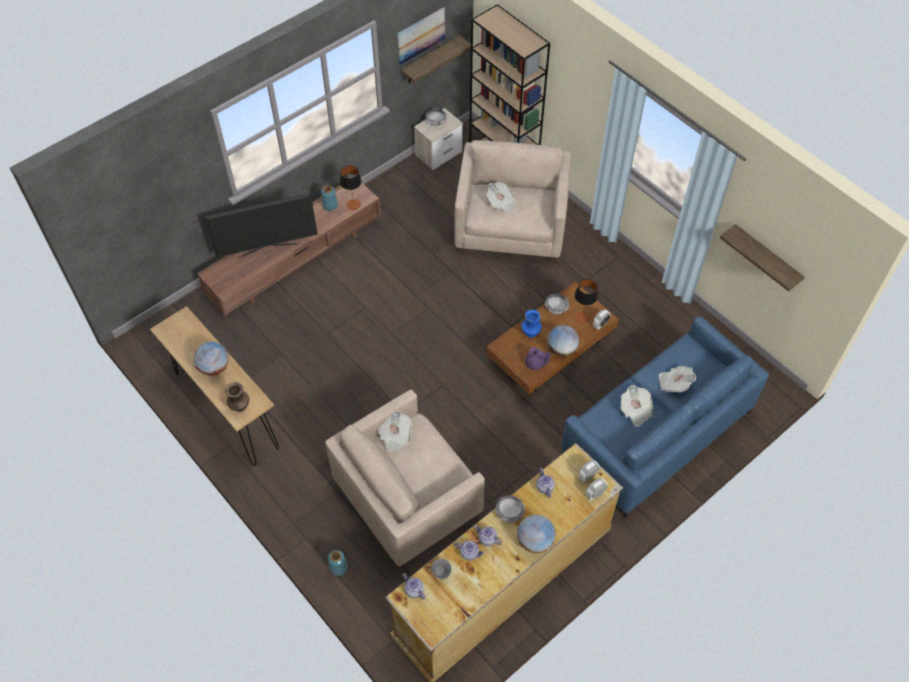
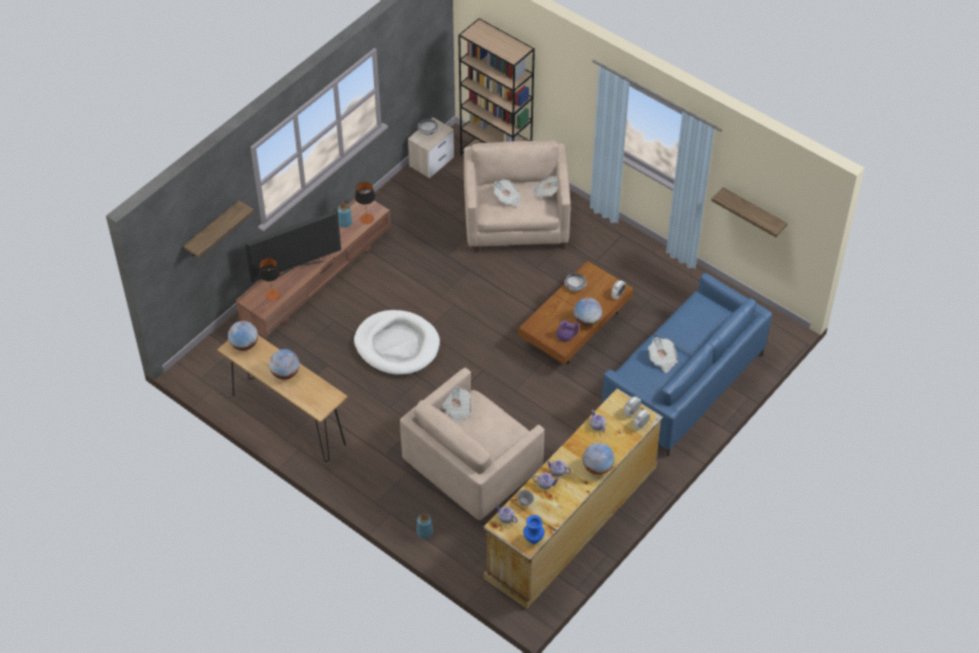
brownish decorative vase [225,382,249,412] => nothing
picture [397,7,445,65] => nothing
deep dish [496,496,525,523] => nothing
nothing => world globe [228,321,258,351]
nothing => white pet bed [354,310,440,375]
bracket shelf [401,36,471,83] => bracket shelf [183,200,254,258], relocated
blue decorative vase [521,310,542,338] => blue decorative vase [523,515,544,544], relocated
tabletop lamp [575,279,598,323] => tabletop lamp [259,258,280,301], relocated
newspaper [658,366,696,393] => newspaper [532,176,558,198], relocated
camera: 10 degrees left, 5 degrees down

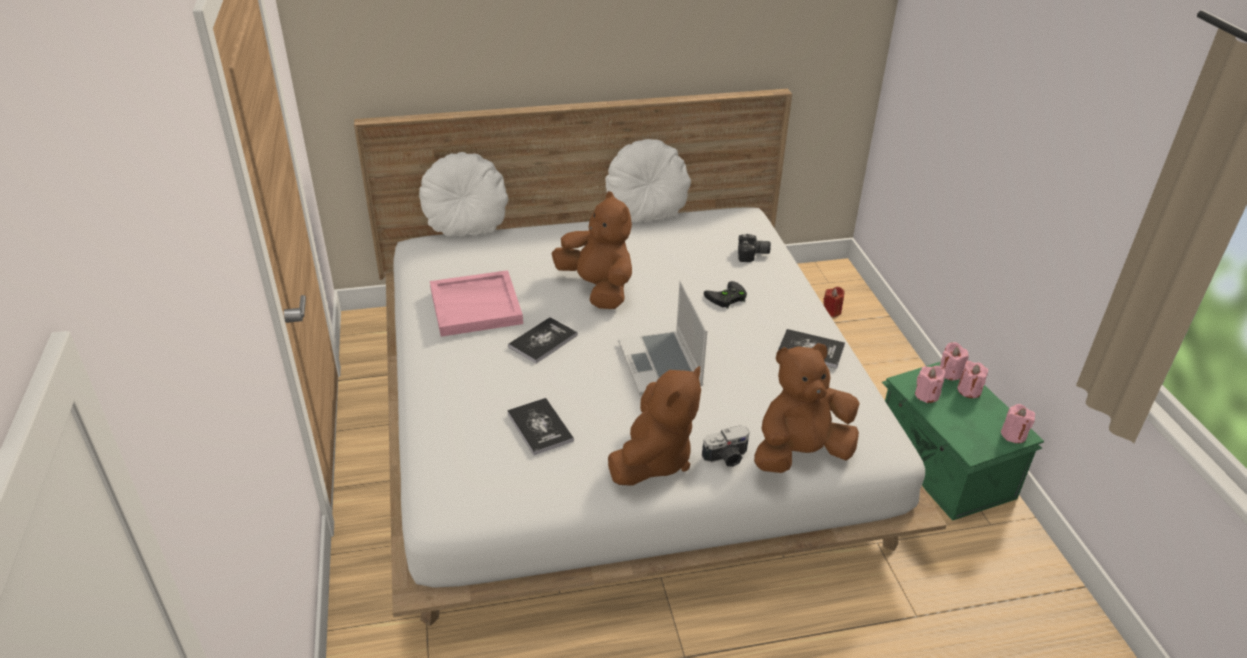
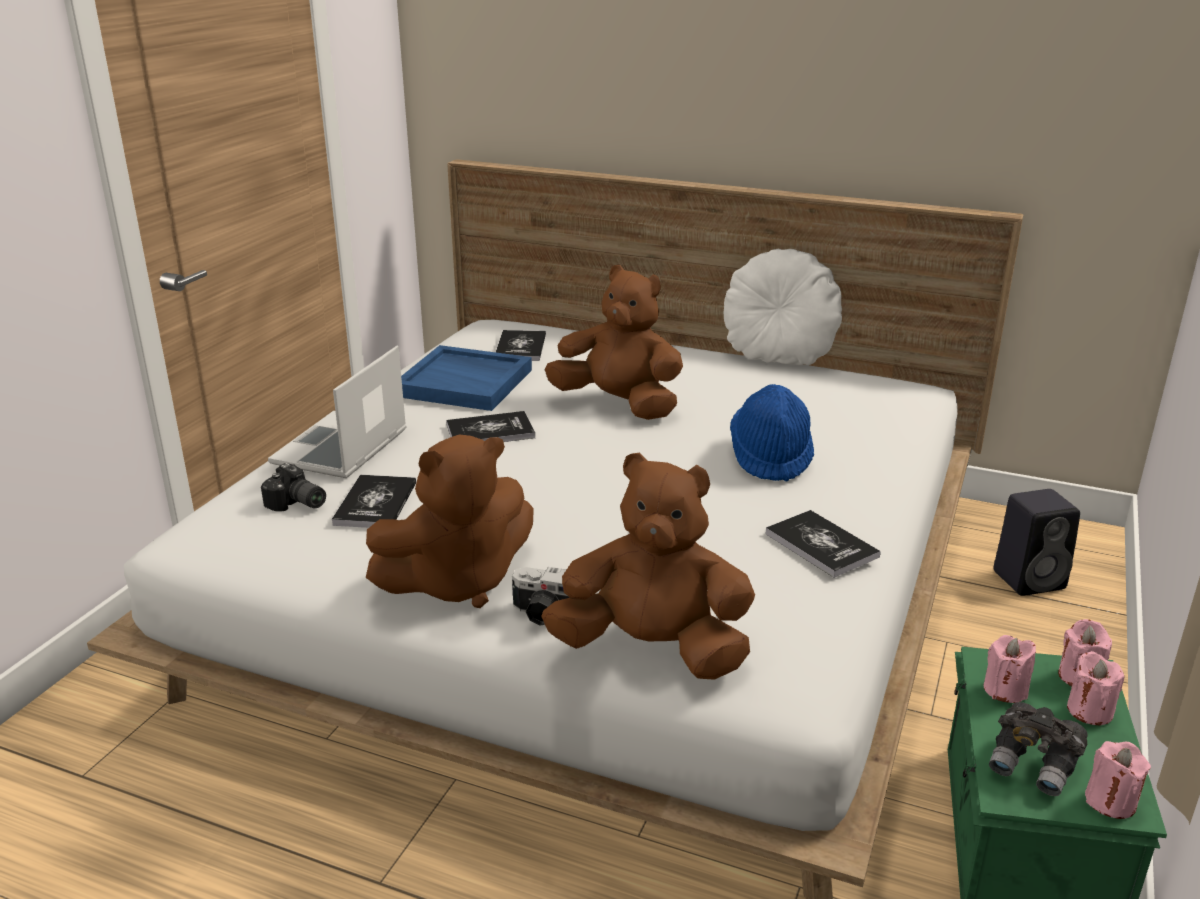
white pillow [419,152,508,237] => nothing
nothing => bound book [496,330,546,361]
nothing => greyish pair of binoculars [989,702,1088,796]
notebook computer [618,280,707,395] => notebook computer [268,346,407,478], relocated
still camera [738,234,771,262] => still camera [261,463,326,512], relocated
black gamepad [704,281,747,308] => blue clothing hat [730,384,814,481]
reddish wax candle [823,287,844,317] => black audio speaker [993,489,1080,596]
pink-coloured serving tray [430,270,523,337] => blue serving tray [401,345,532,411]
brownish plush toy [552,191,632,309] => brownish plush toy [545,265,683,420], 60 degrees counterclockwise
camera: 35 degrees right, 10 degrees down

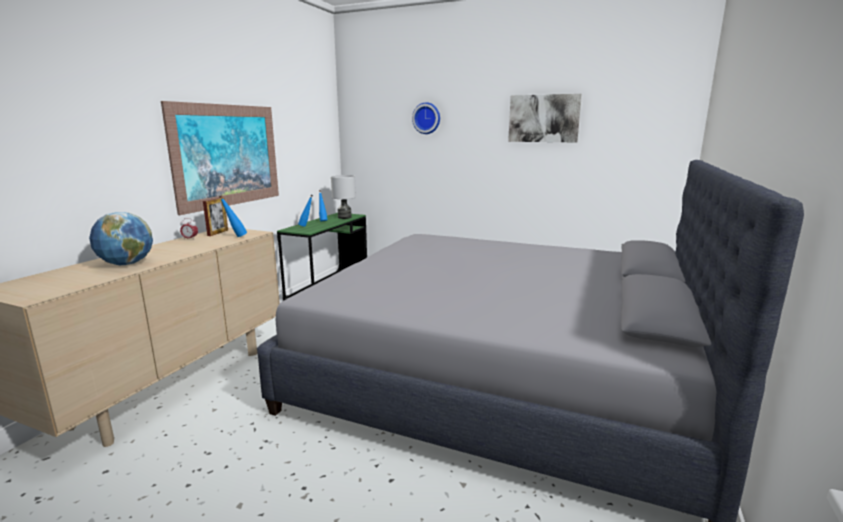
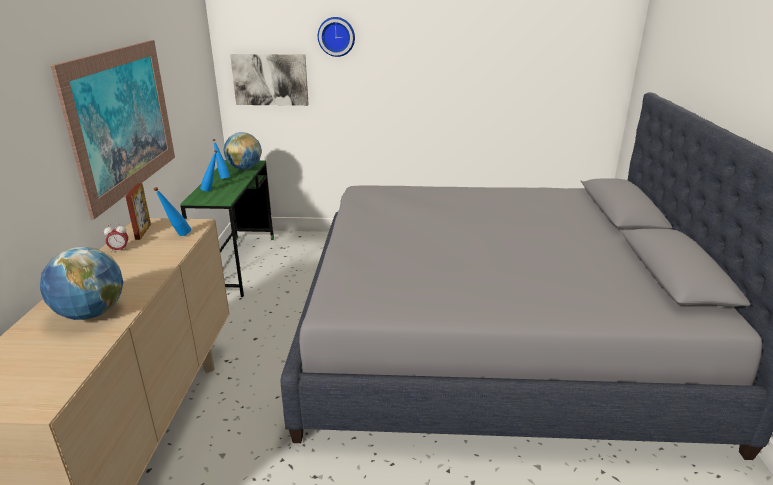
picture [508,94,582,142] => picture [230,54,309,106], relocated
greyish tabletop lamp [331,175,356,219] => world globe [223,132,262,170]
camera: 20 degrees left, 10 degrees up

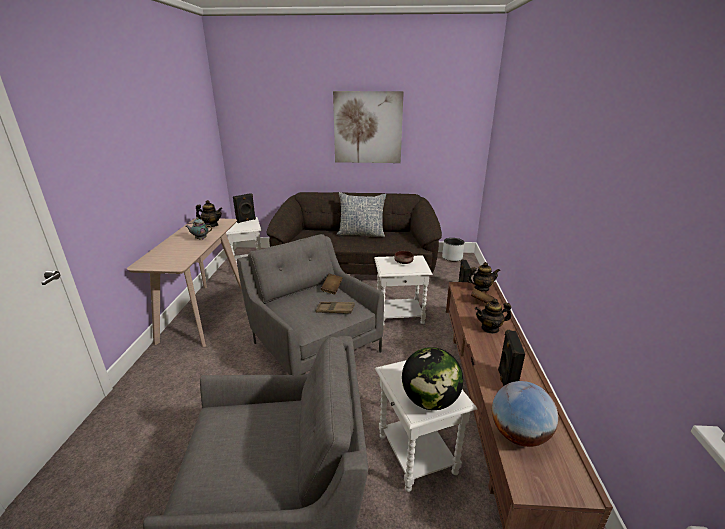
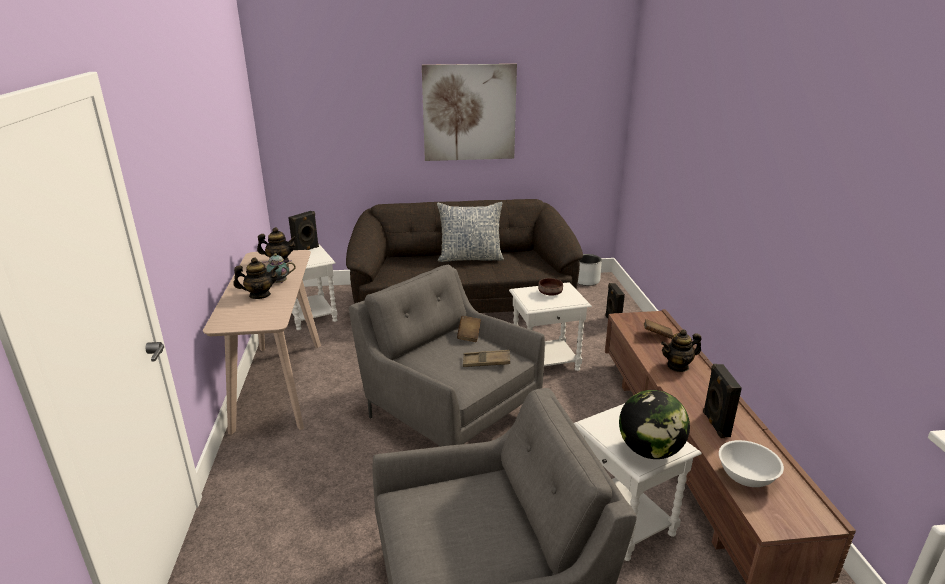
teapot [467,262,500,292] => teapot [233,257,279,299], relocated
world globe [492,381,558,447] => white deep dish [719,440,784,487]
camera: 10 degrees left, 0 degrees up

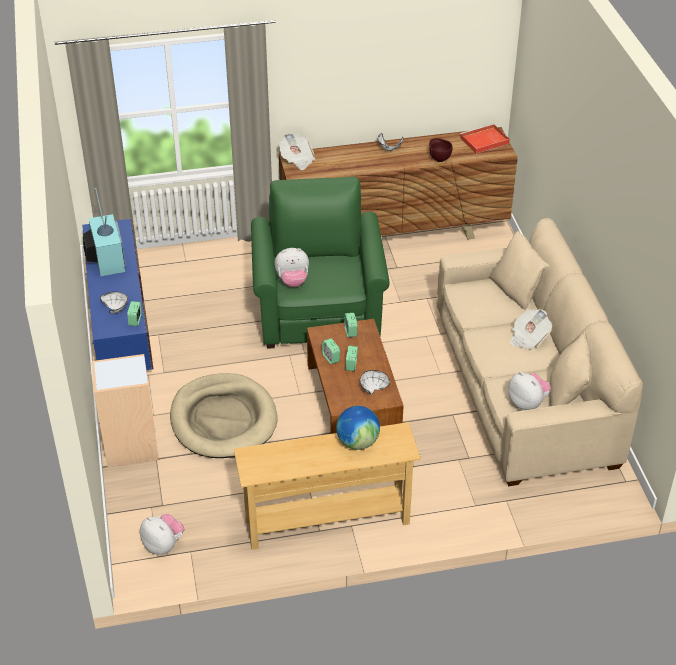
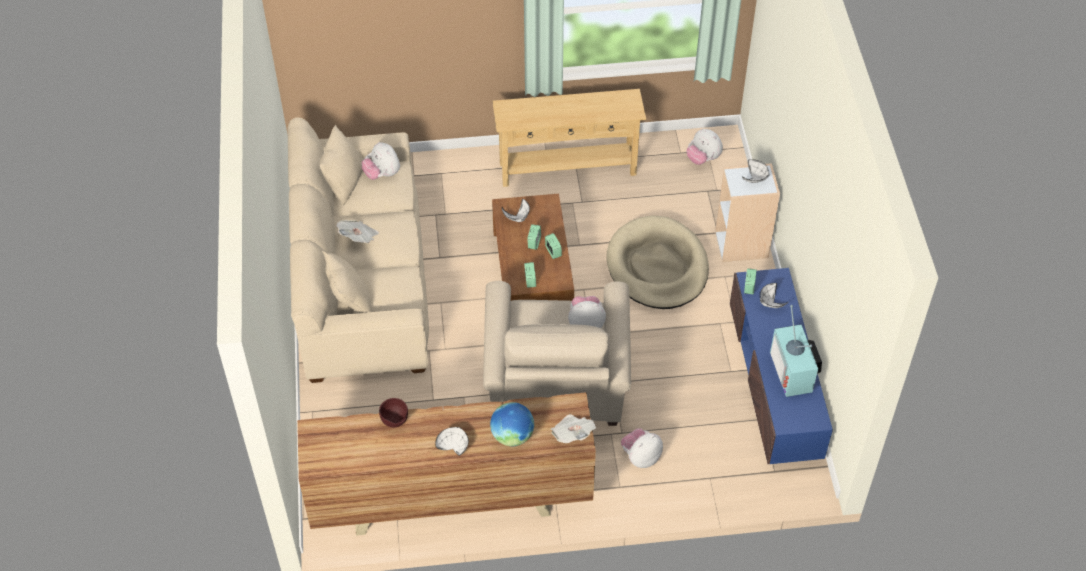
reddish serving tray [460,124,510,154] => nothing
nothing => plush toy [621,428,663,468]
nothing => white deep dish [742,159,769,183]
world globe [336,406,380,450] => world globe [490,402,534,446], relocated
greenish armchair [251,176,390,349] => sand-coloured armchair [483,281,631,426]
camera: 175 degrees left, 10 degrees up

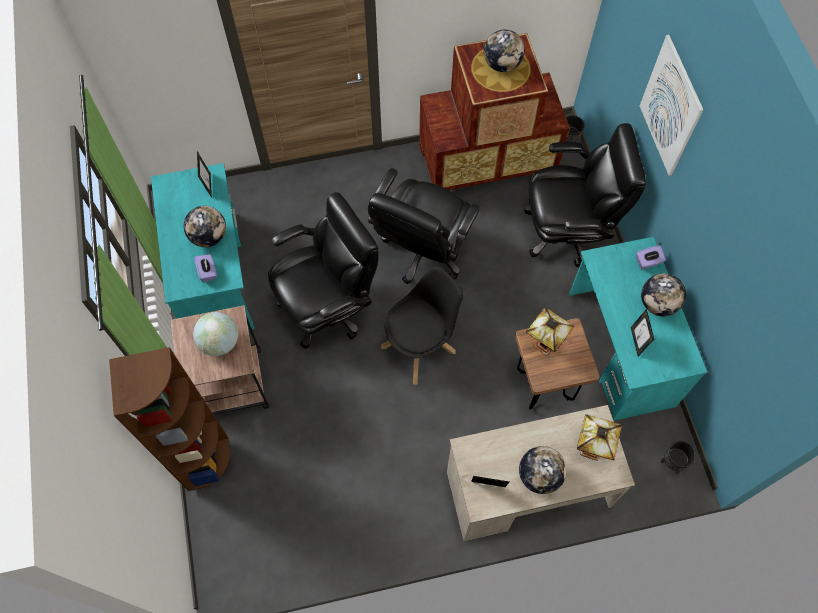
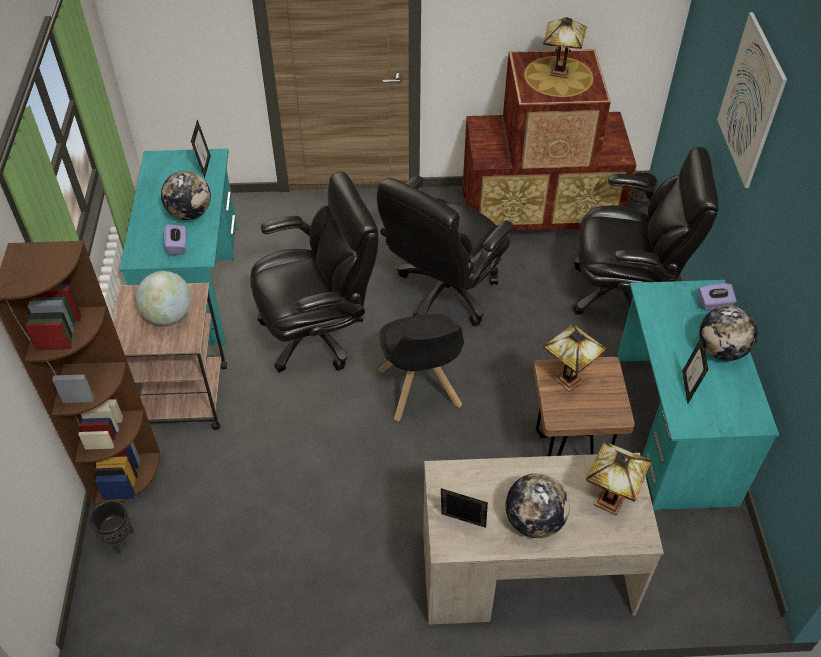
black planter [660,441,696,475] => black planter [90,501,134,554], relocated
world globe [484,29,525,72] => tabletop lamp [543,17,587,78]
black chair [381,266,463,385] => black chair [378,314,464,422], 105 degrees clockwise
camera: 10 degrees right, 15 degrees down

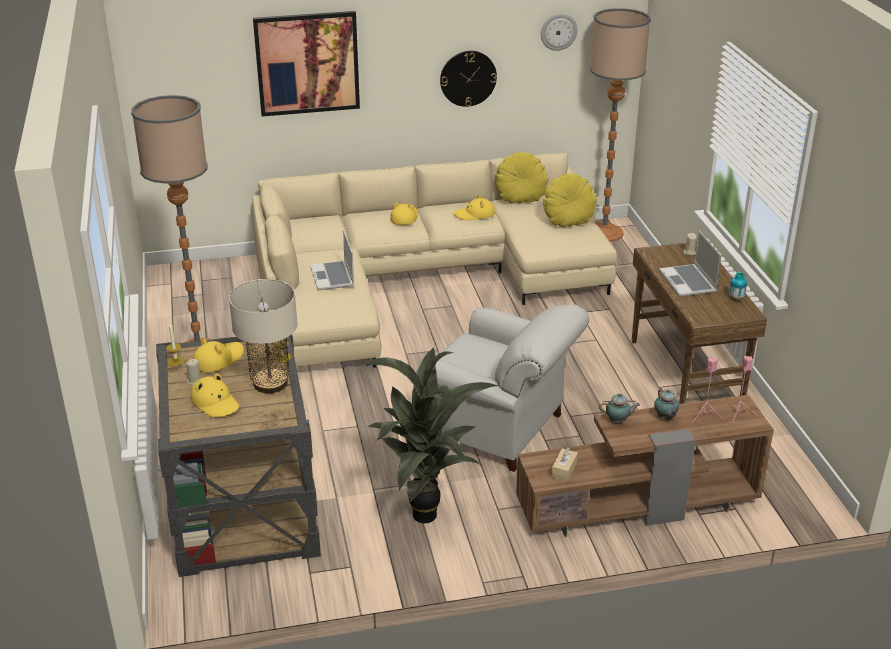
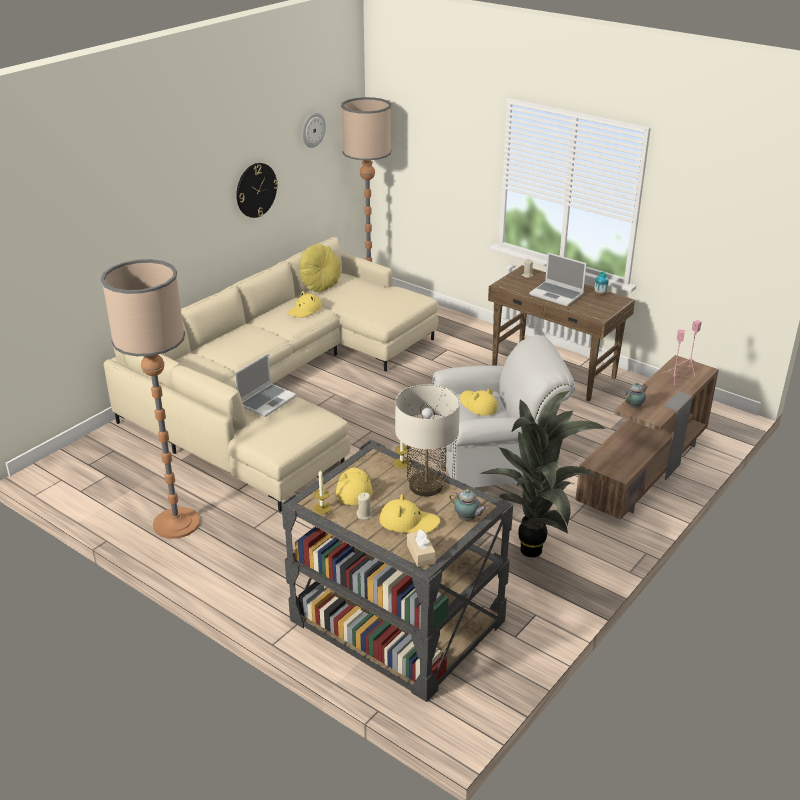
picture [253,11,360,116] => nothing
yellow pillow [543,174,597,227] => nothing
yellow clothing hat [390,202,418,225] => yellow clothing hat [460,388,498,416], relocated
sand-coloured tissue box [551,448,578,481] => sand-coloured tissue box [407,529,435,567], relocated
teapot [654,388,679,419] => teapot [449,489,488,521], relocated
notebook computer [310,230,354,290] => notebook computer [235,353,297,417], 90 degrees counterclockwise
camera: 40 degrees left, 0 degrees up

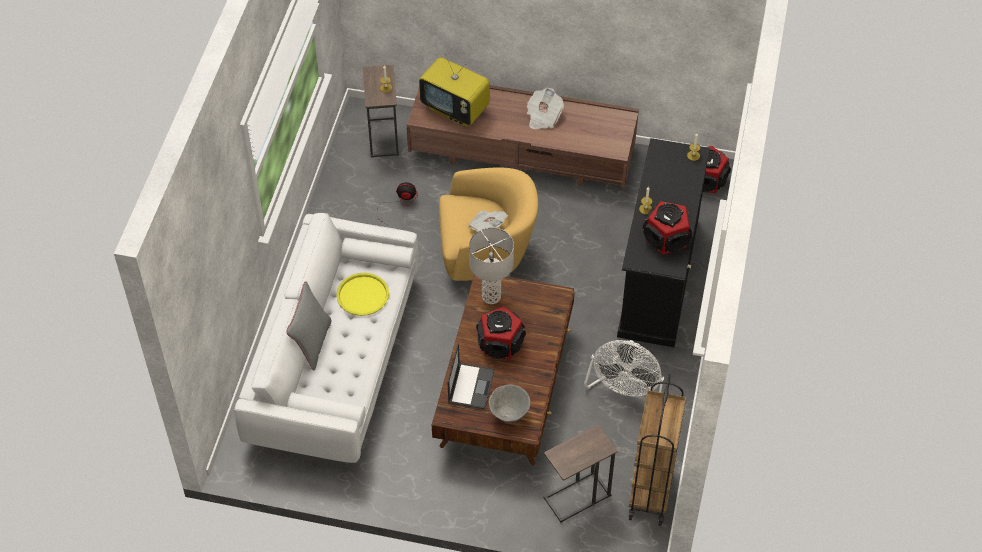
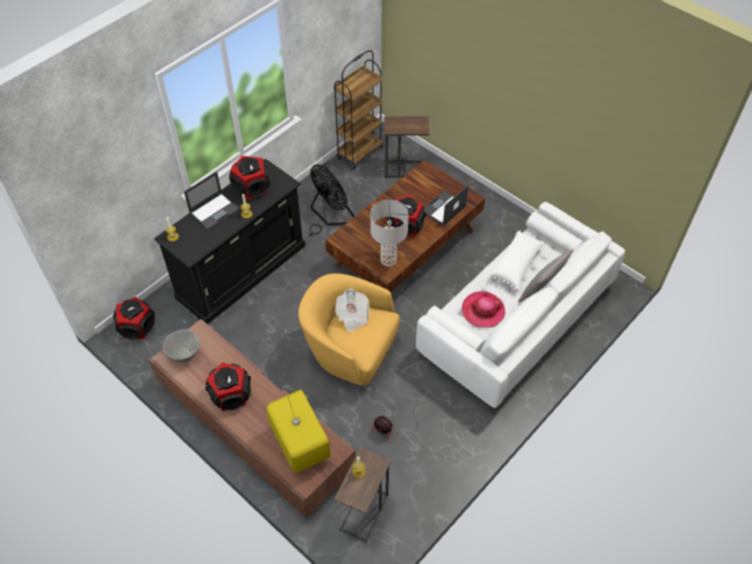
nothing => notebook computer [184,171,240,231]
nothing => white pillow [489,230,545,291]
greyish deep dish [489,384,530,423] => greyish deep dish [163,330,200,363], relocated
yellow serving tray [336,273,389,316] => clothing hat [462,291,505,328]
newspaper [526,88,564,129] => audio speaker [205,362,251,411]
white cooling fan [584,340,664,397] => black cooling fan [309,164,354,236]
camera: 150 degrees left, 0 degrees up

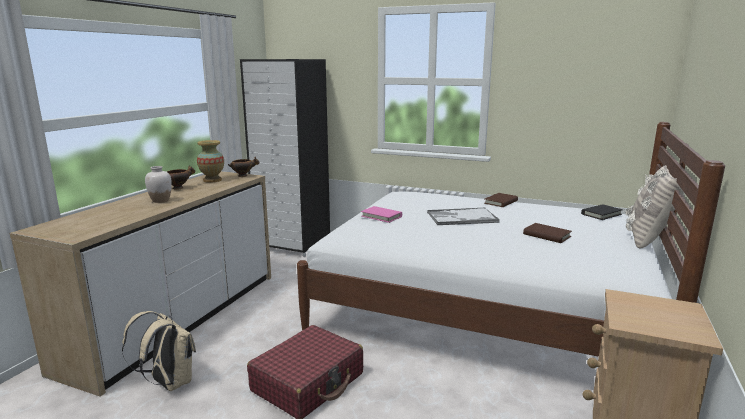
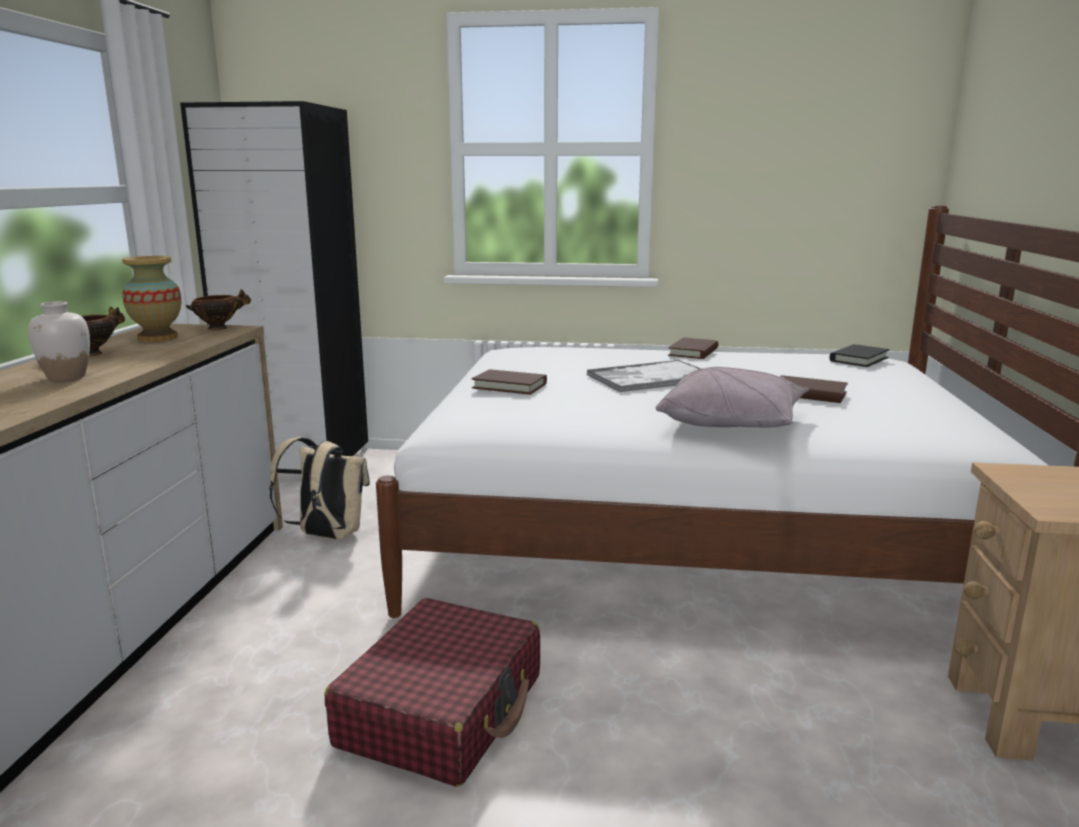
sand-coloured pillow [624,165,685,248] => nothing
nothing => purple pillow [656,367,809,428]
sand-coloured backpack [122,311,196,391] => sand-coloured backpack [269,437,370,540], relocated
pink-coloured bound book [361,206,402,223] => brownish bound book [472,369,547,395]
camera: 15 degrees left, 0 degrees up

